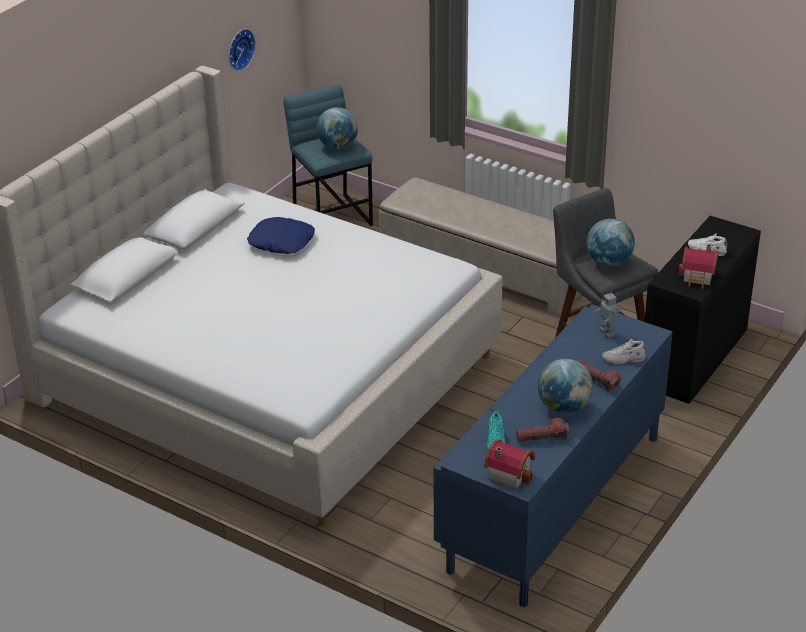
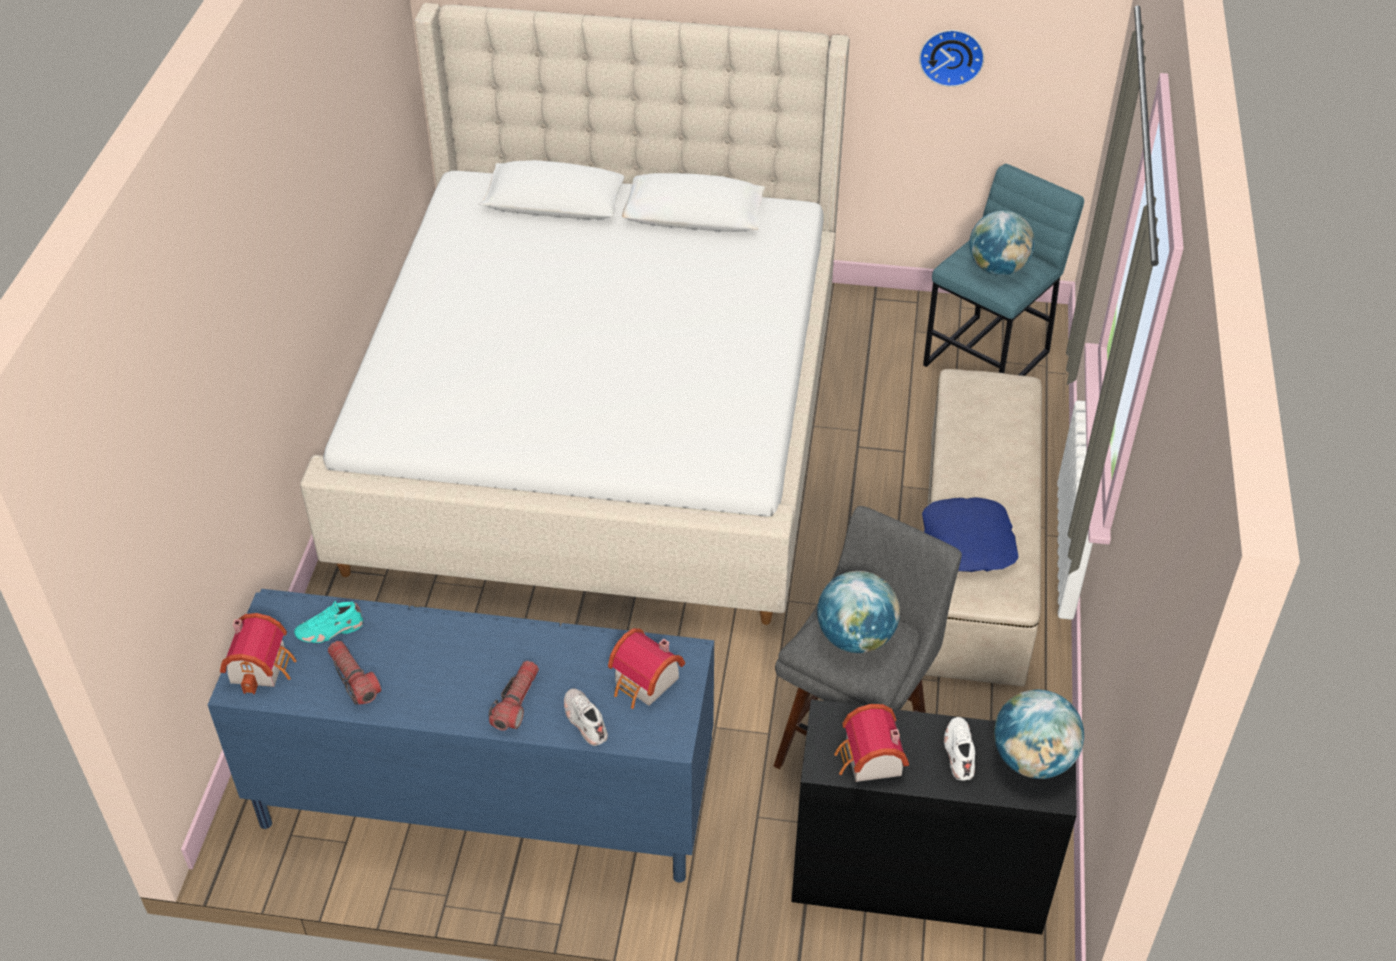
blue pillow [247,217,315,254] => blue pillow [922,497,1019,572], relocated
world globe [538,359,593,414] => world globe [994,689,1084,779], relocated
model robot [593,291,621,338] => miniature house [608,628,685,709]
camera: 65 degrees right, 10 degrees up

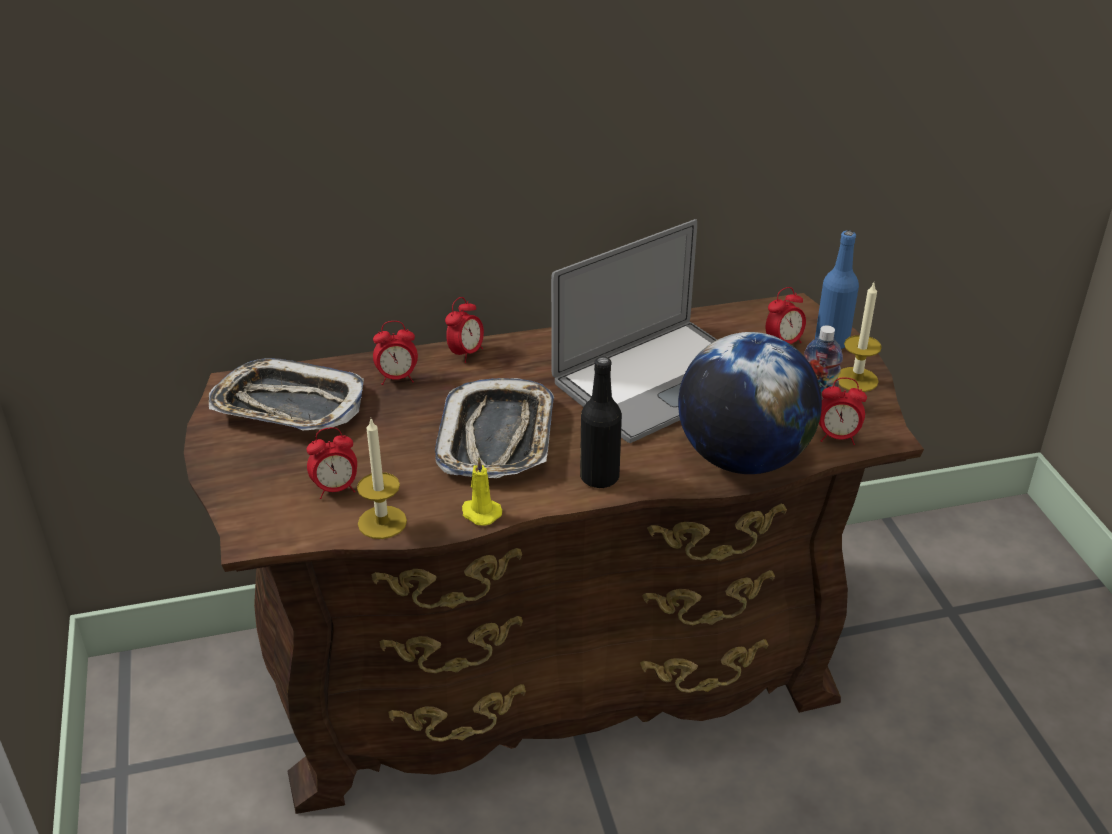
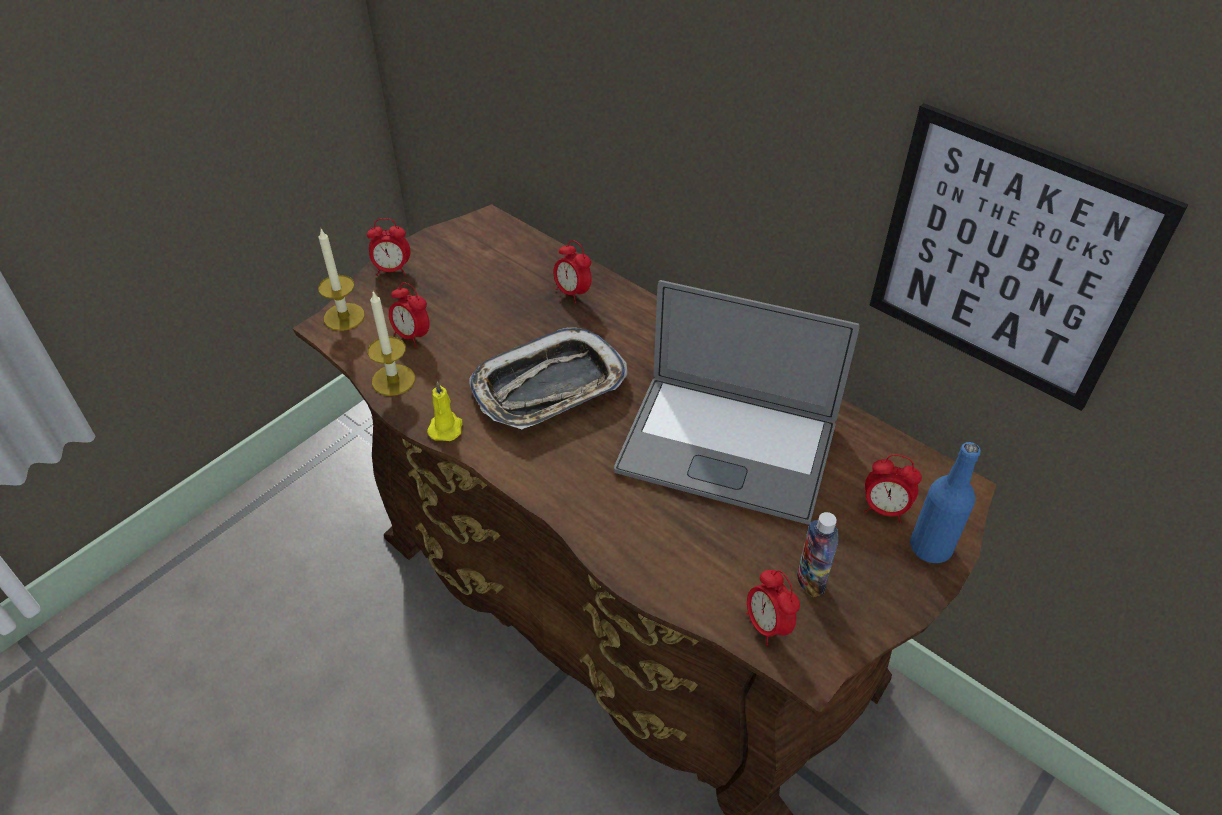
serving tray [209,358,364,430] => nothing
black drink bottle [580,356,622,488] => nothing
world globe [678,332,822,474] => nothing
nothing => picture [870,103,1188,411]
bedside clock [445,297,484,363] => bedside clock [367,218,411,276], relocated
wax candle [838,283,882,392] => wax candle [318,229,365,331], relocated
camera: 55 degrees right, 10 degrees up

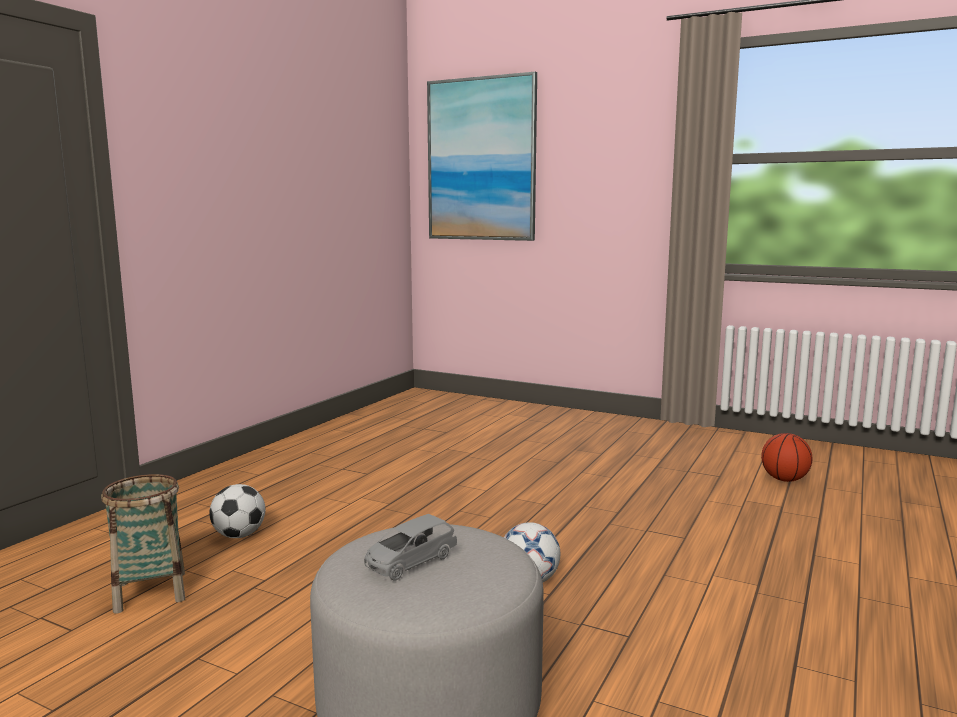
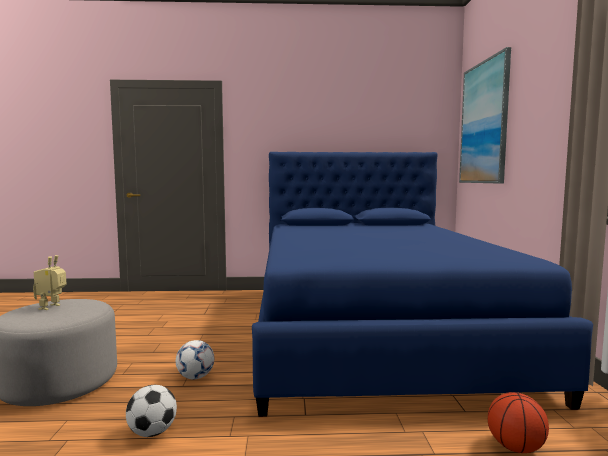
household basket [101,474,185,613] => nothing
nothing => blue sleeping bed [252,152,593,417]
ball for football [209,484,266,538] => ball for football [126,385,177,437], relocated
greyish toy car [364,514,457,581] => model robot [33,255,66,310]
camera: 60 degrees right, 5 degrees down

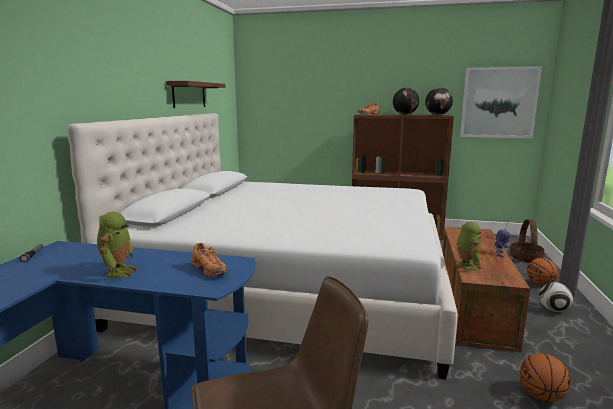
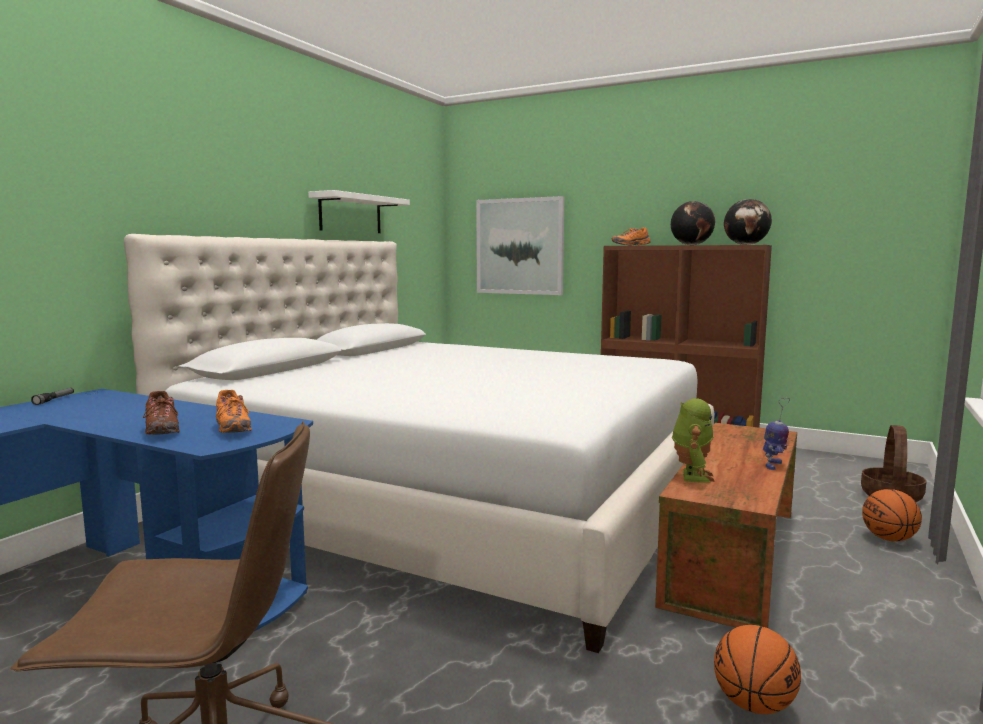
model robot [97,212,138,278] => nothing
ball for football [539,282,573,312] => nothing
nothing => brownish low shoe [143,391,180,435]
picture [460,66,542,138] => picture [476,196,565,295], relocated
brownish bracket shelf [166,81,225,108] => white bracket shelf [308,190,410,233]
camera: 15 degrees right, 5 degrees down

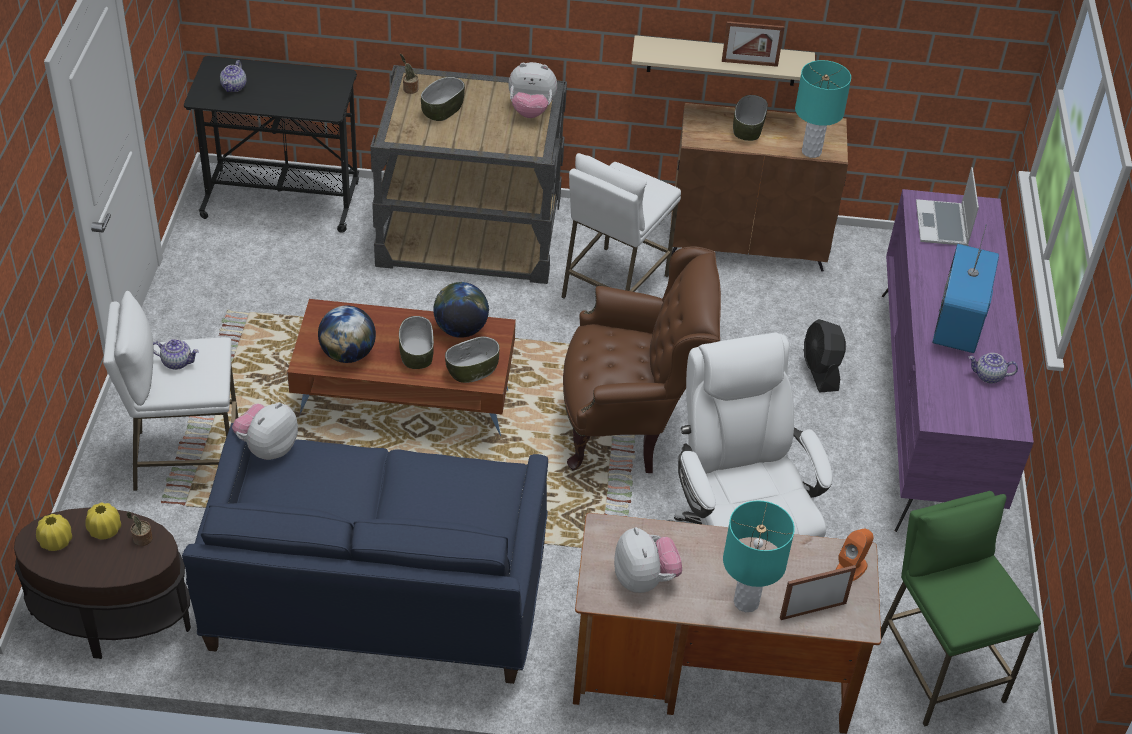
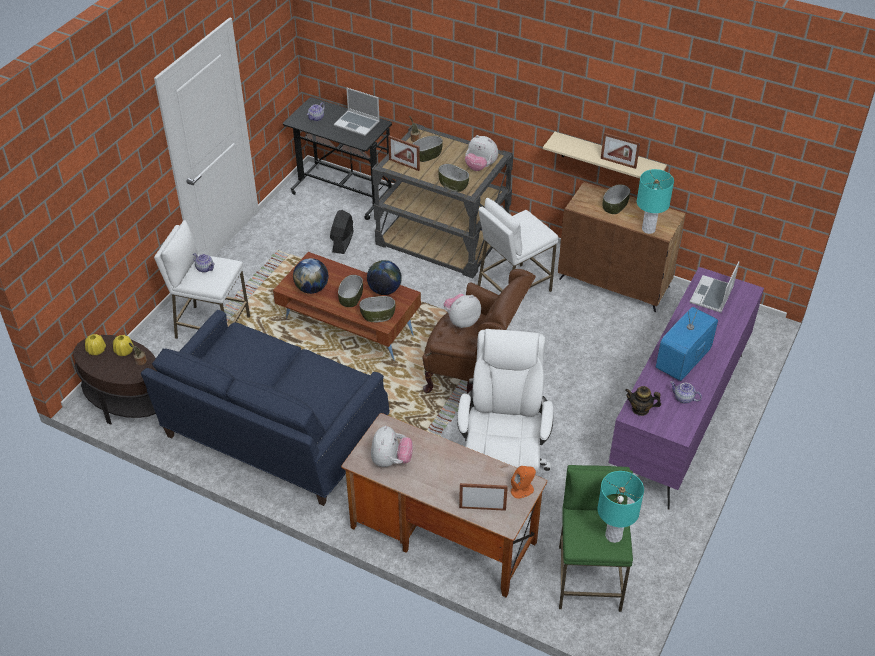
nothing => notebook computer [334,88,380,136]
nothing => photo frame [388,135,420,171]
nothing => deep dish [438,164,469,192]
nothing => teapot [625,386,661,416]
plush toy [232,402,298,460] => plush toy [444,294,481,328], relocated
turquoise-coloured tabletop lamp [723,500,795,612] => turquoise-coloured tabletop lamp [598,471,644,543], relocated
black cooling fan [803,319,846,393] => black cooling fan [330,210,354,254], relocated
camera: 25 degrees right, 0 degrees up

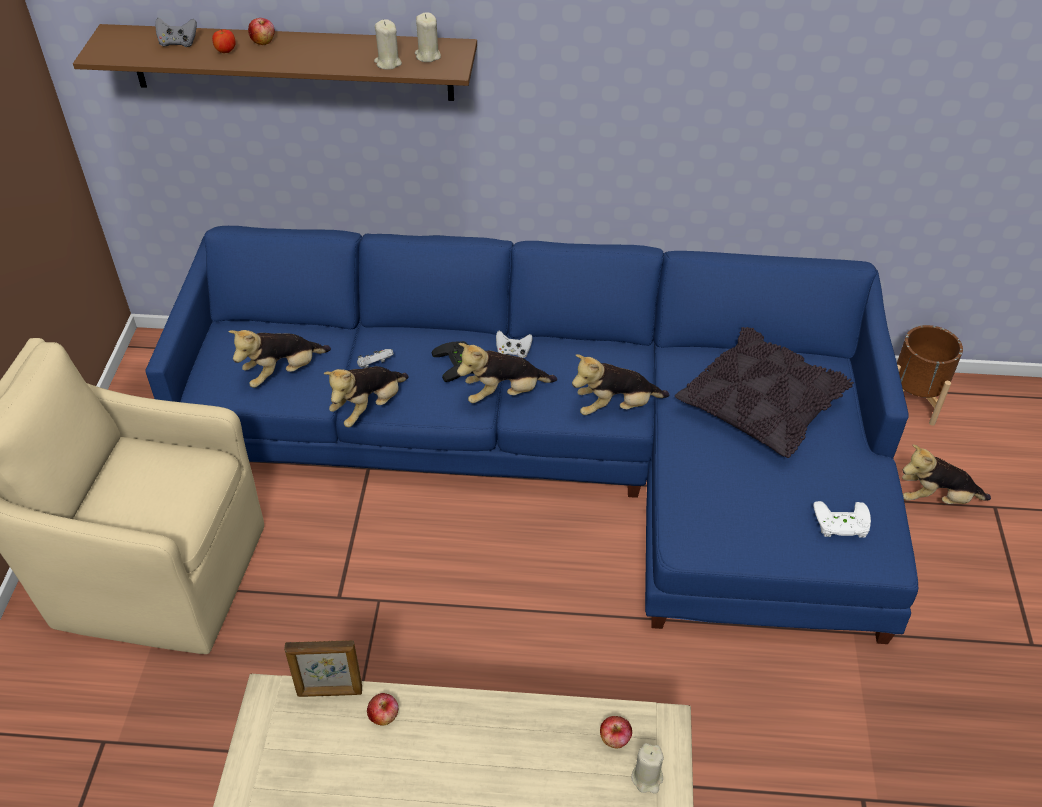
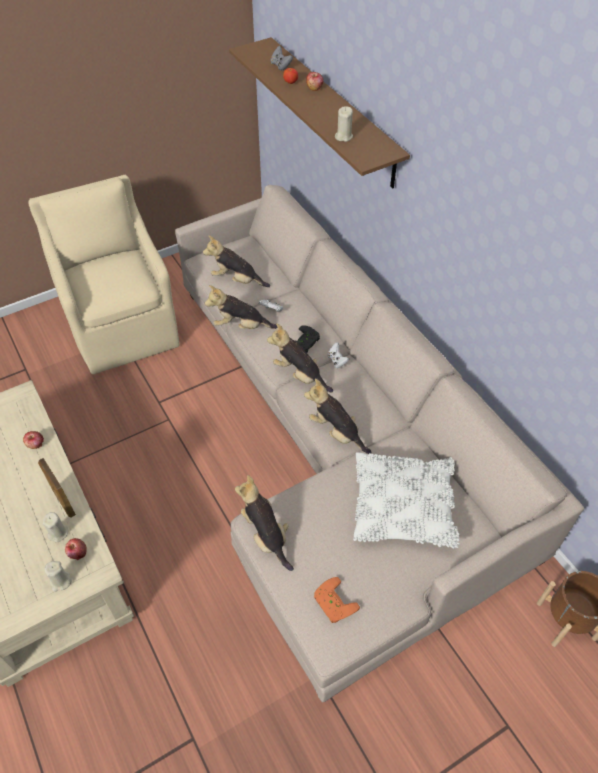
photo frame [284,640,362,697] => photo frame [38,458,76,517], relocated
sand-coloured wax candle [415,12,441,62] => sand-coloured wax candle [43,512,68,542], relocated
plush toy [902,444,991,504] => plush toy [235,475,294,571], relocated
blue couch [145,226,918,644] => sand-coloured couch [175,185,584,703]
black pillow [675,327,854,458] => white pillow [353,452,460,549]
white gamepad [813,501,871,538] => orange-coloured gamepad [314,577,360,623]
camera: 55 degrees right, 5 degrees up

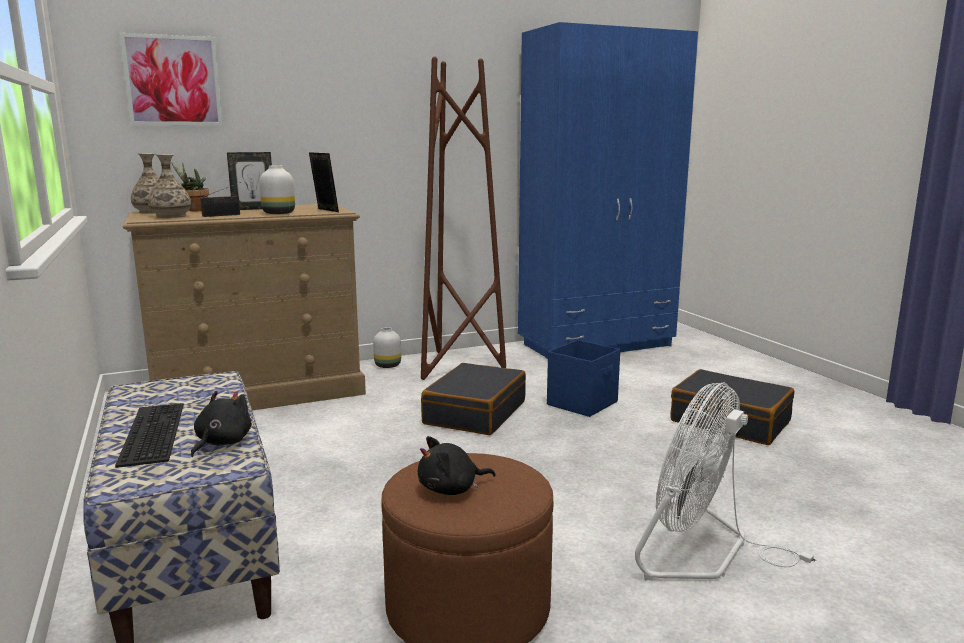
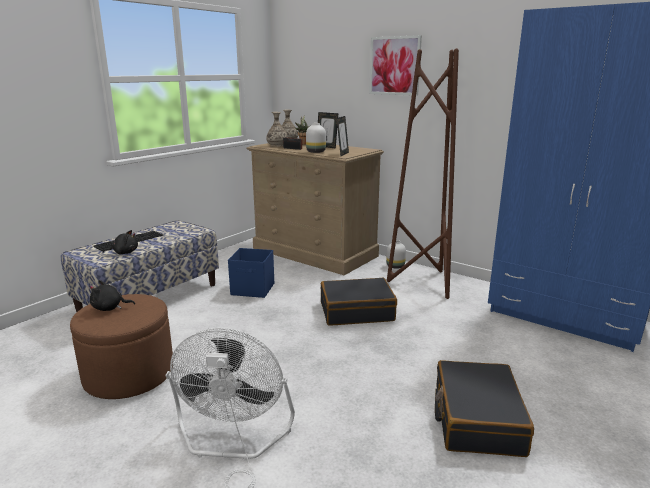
picture [119,33,223,126] => picture [369,35,422,96], relocated
blue storage box [547,340,620,417] => blue storage box [228,248,274,298], relocated
black plush toy [418,436,496,495] => black plush toy [89,280,135,311], 45 degrees counterclockwise
camera: 60 degrees right, 5 degrees up

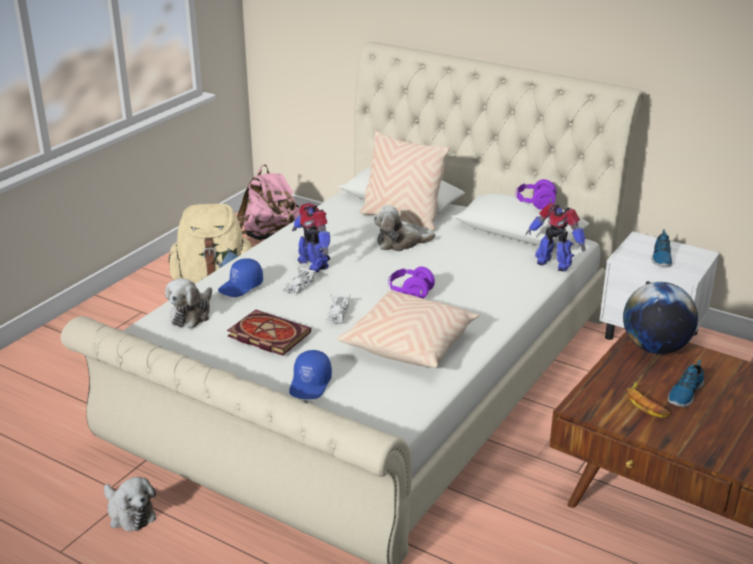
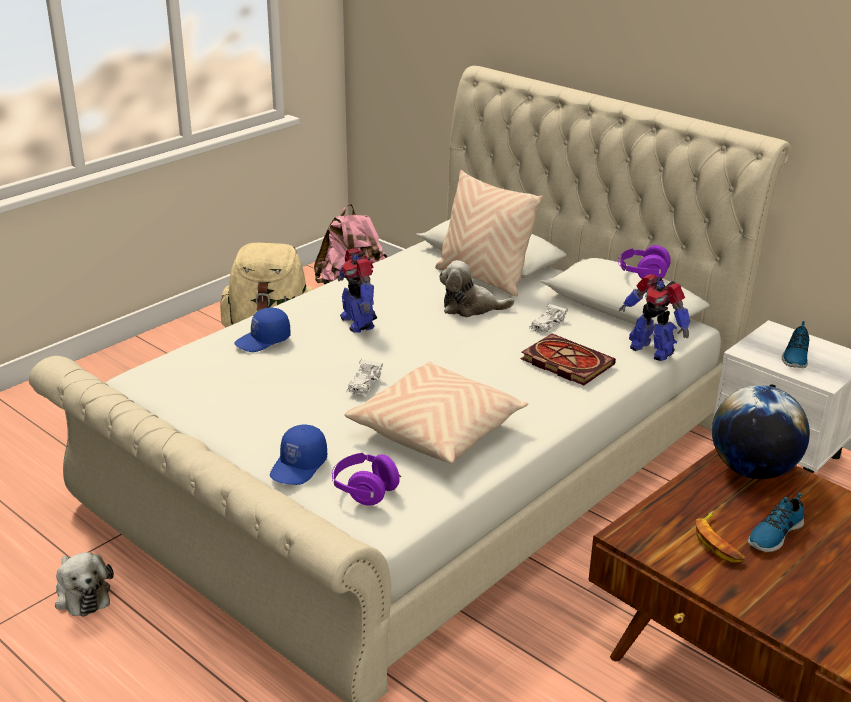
plush toy [165,278,212,329] => nothing
bound book [227,310,311,356] => bound book [521,334,616,385], relocated
white toy car [284,267,316,295] => white toy car [529,303,568,333], relocated
purple headphones [388,267,435,298] => purple headphones [332,453,401,506], relocated
camera: 10 degrees right, 0 degrees up

